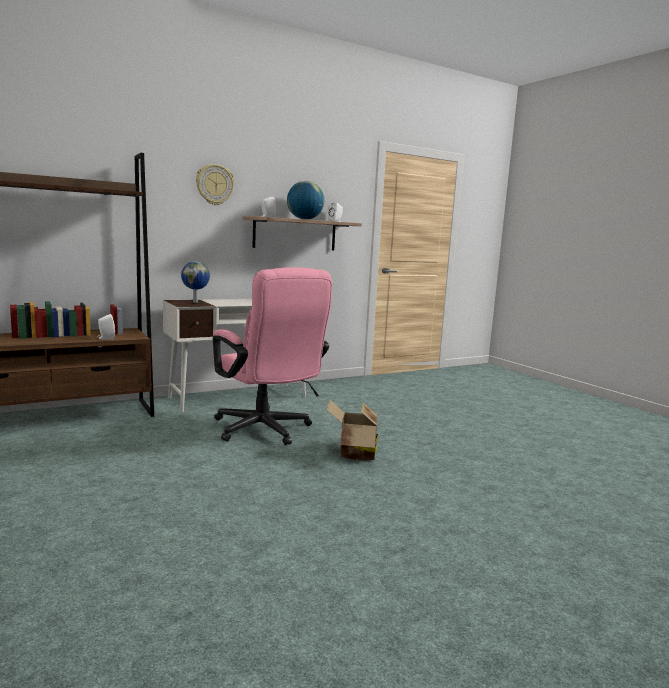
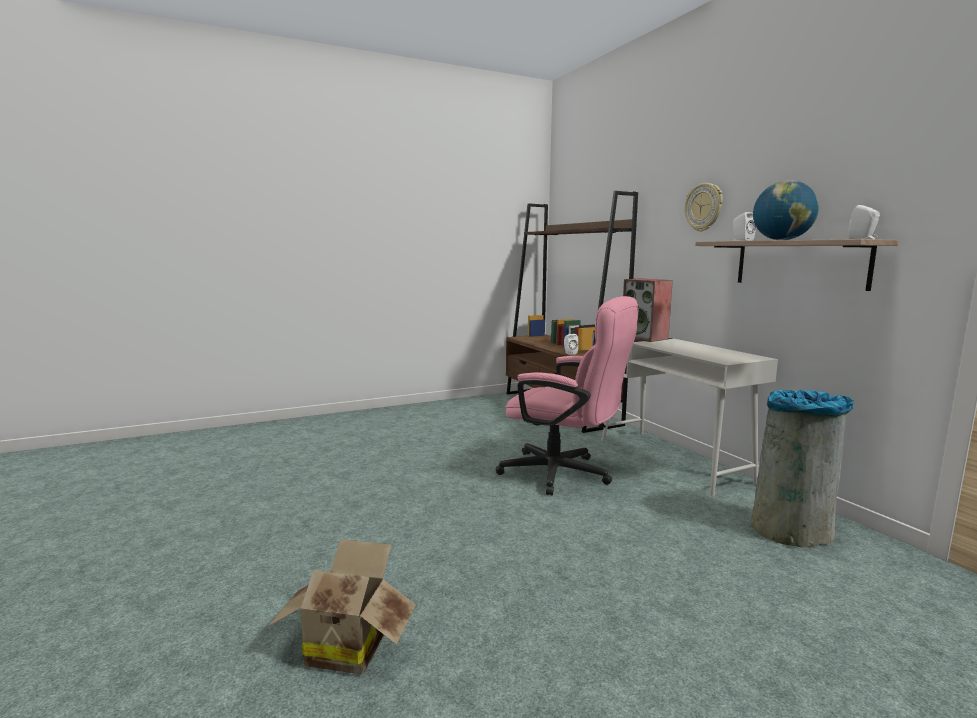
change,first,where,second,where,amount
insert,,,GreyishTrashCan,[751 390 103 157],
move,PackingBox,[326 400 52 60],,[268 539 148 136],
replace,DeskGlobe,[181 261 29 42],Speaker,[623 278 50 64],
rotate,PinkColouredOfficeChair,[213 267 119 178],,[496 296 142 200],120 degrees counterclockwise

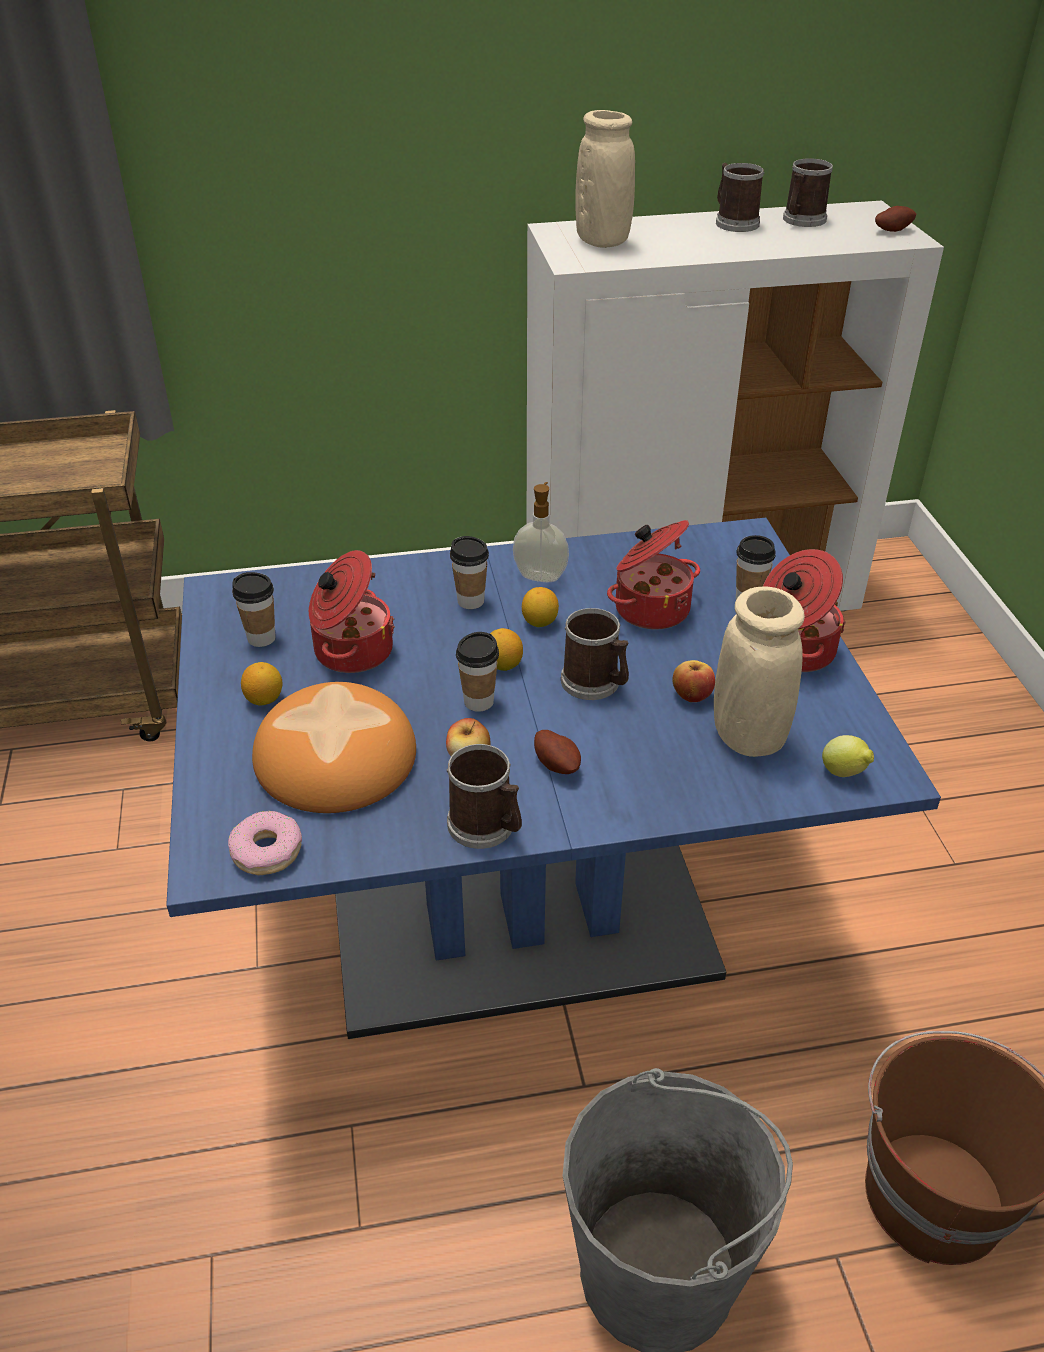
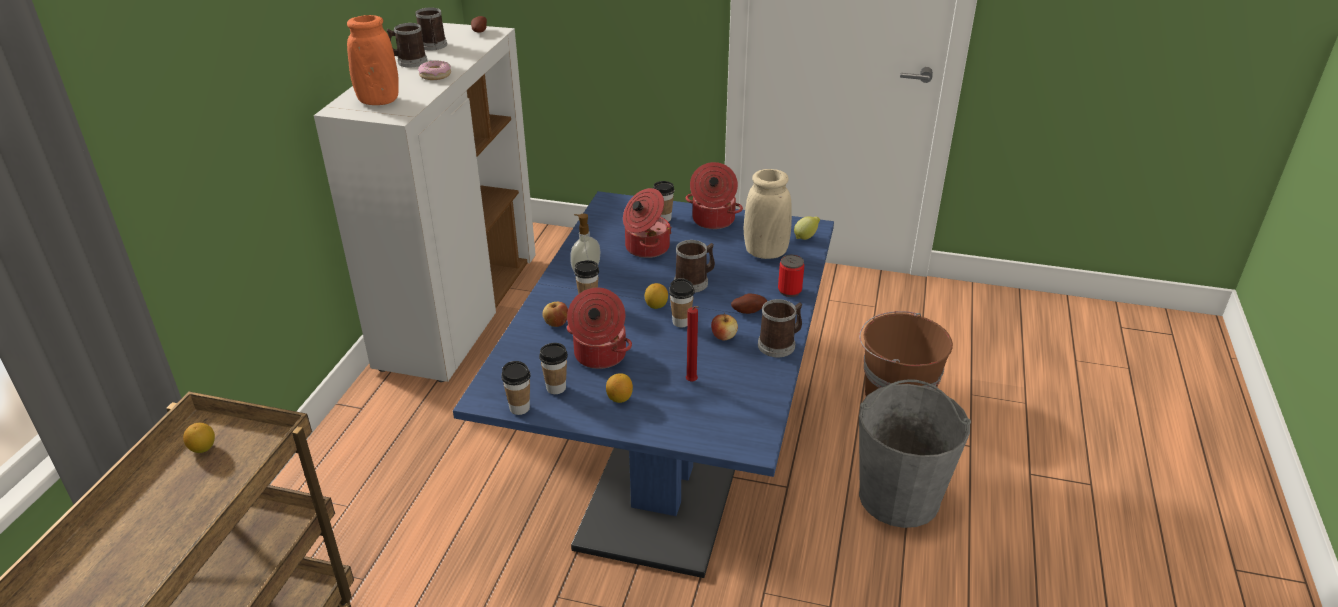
change,first,where,second,where,amount
insert,,,SmallCup,[501 361 30 54],
insert,,,SealedCan,[778 255 26 42],
move,Donut,[228 811 74 64],,[418 60 33 20],
move,CitrusFruit,[522 587 37 40],,[183 423 32 30],
move,Apple,[672 660 43 42],,[542 302 26 25],
replace,Bread,[252 682 164 131],ReddishWaxLight,[686 306 13 76],
recolor,SandColouredDecorativeVase,[575 110 60 138],OrangeColouredDecorativeVase,[347 15 52 90],

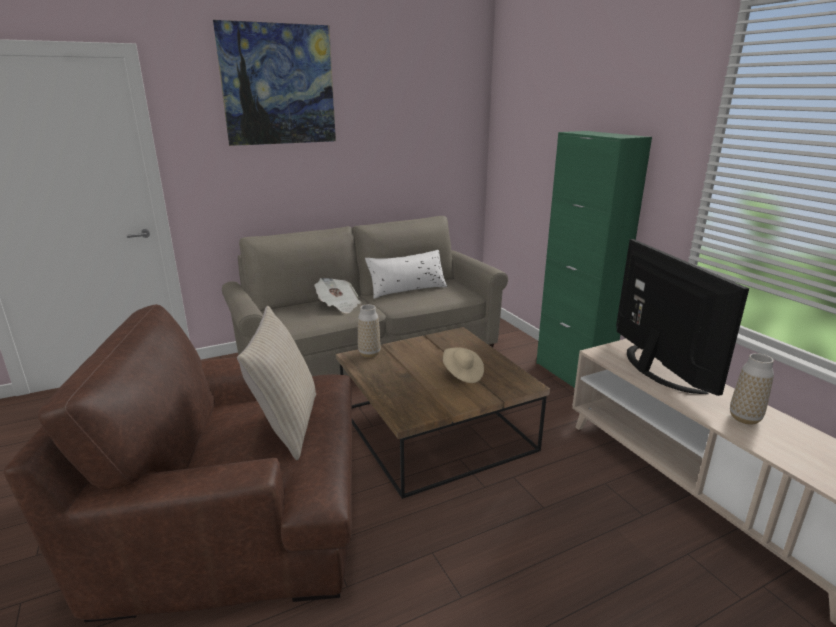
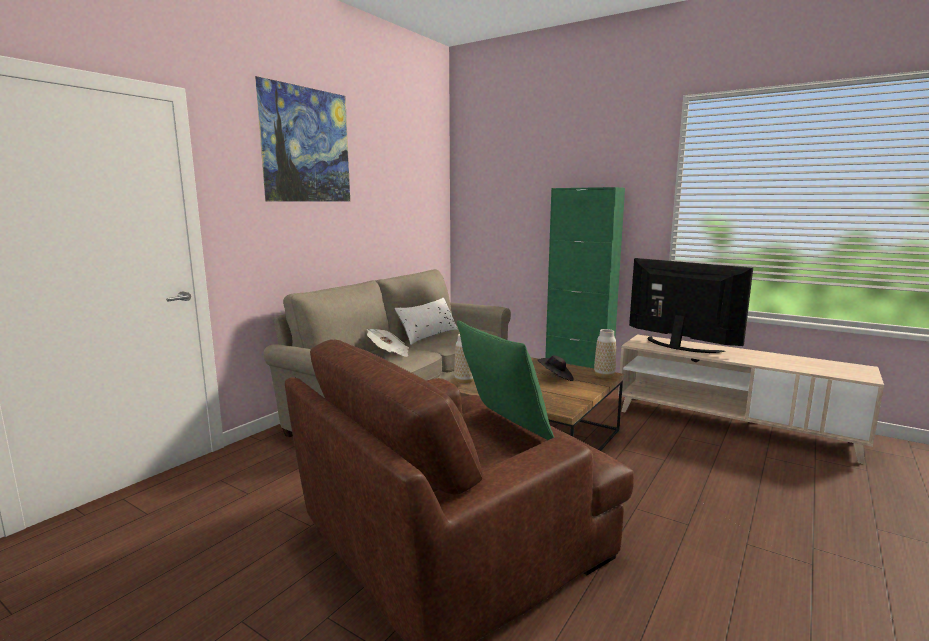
change,first,where,second,where,amount
move,DecorativeVase,[730 353 44 72],,[594 329 22 49],
recolor,SandColouredThrowPillow,[237 306 79 154],GreenThrowPillow,[457 321 97 119],
recolor,SandColouredWearableHat,[443 348 41 35],BlackWearableHat,[538 355 36 26],

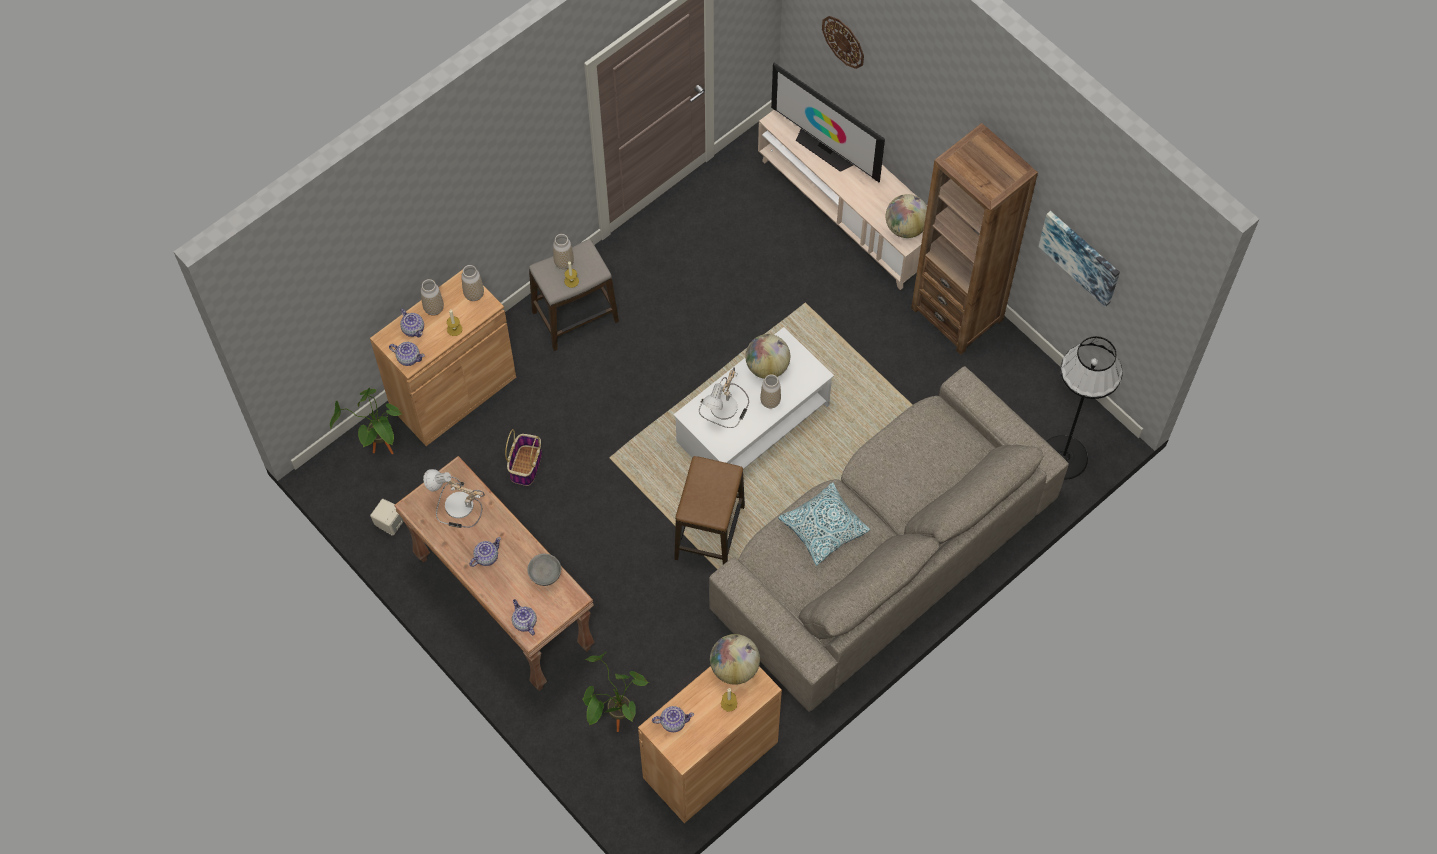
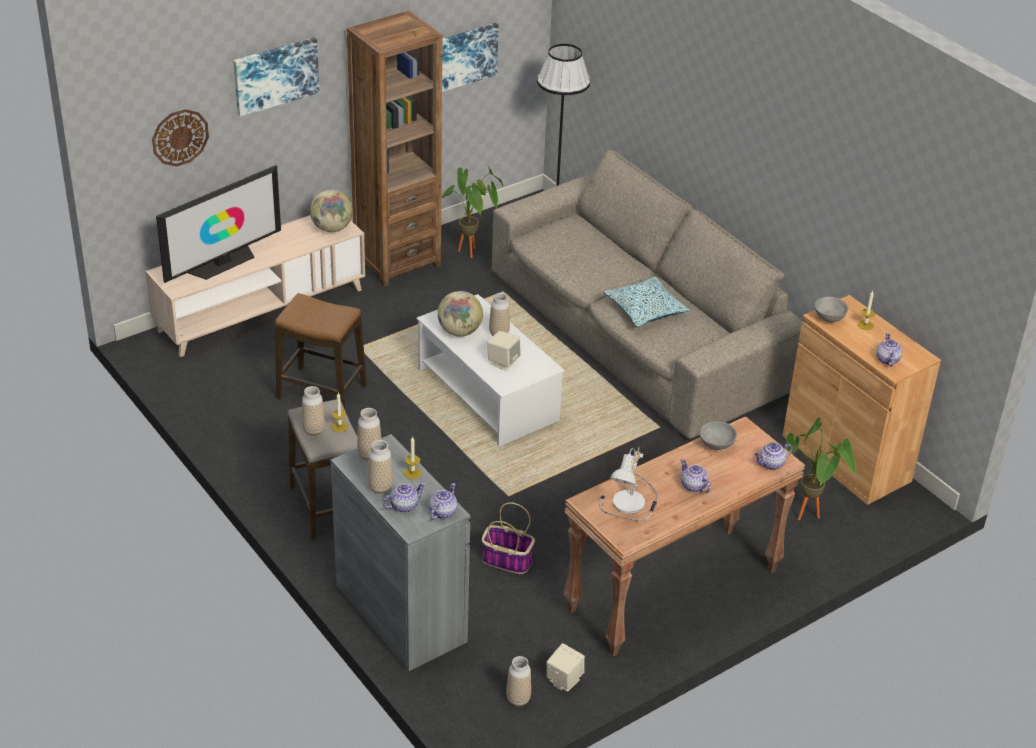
change,first,where,second,where,amount
insert,,,WallArt,[233 37 86 80],
insert,,,DecorativeVase,[506 656 25 50],
move,PlantInAPot,[330 388 72 66],,[441 166 62 92],
move,Stool,[674 456 71 109],,[275 293 92 116],
replace,TabletopLamp,[699 367 50 61],SandColouredSpeaker,[487 331 34 40],
replace,DeskGlobe,[710 634 50 51],GreyishDeepDish,[814 297 34 25],
recolor,BrownColouredCabinet,[370 270 146 176],GreyishCabinet,[331 434 139 237],

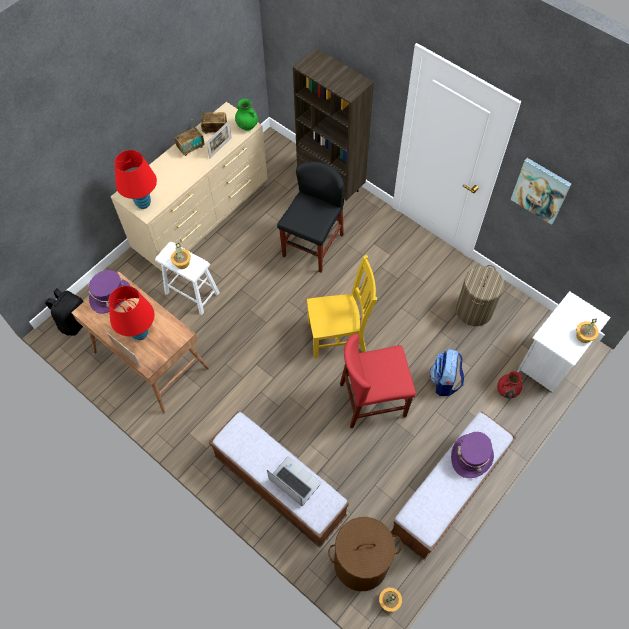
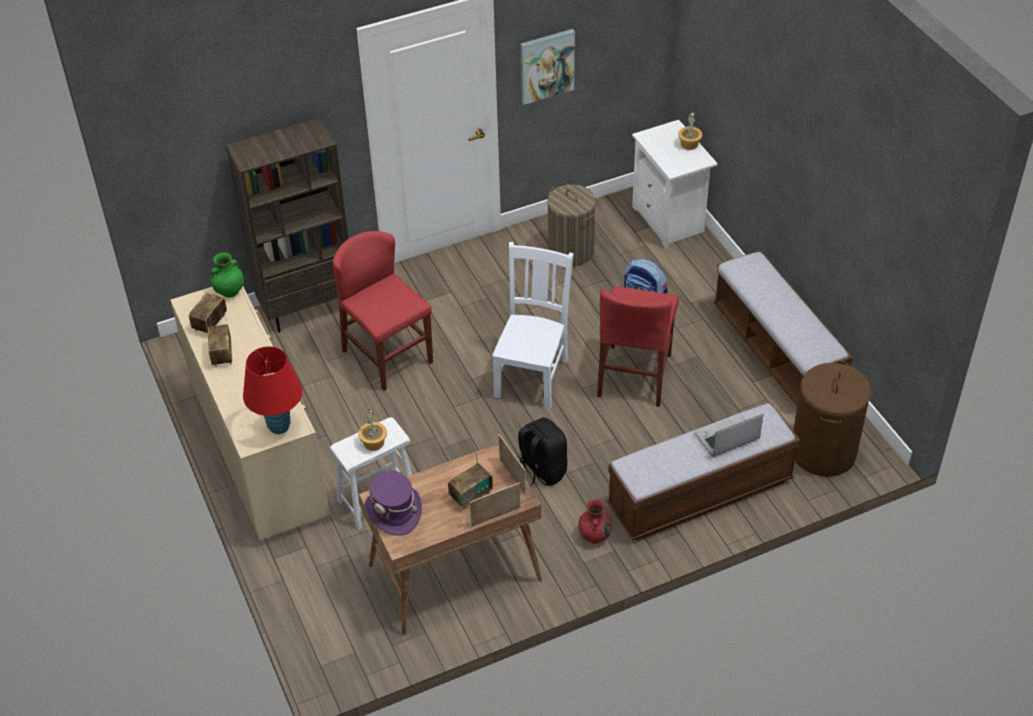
change,first,where,second,where,amount
delete,PlantInAPot,[379 588 23 24],,,
delete,PurplishWearableHat,[451 432 43 46],,,
move,BlackKnapsack,[45 288 39 48],,[518 418 50 69],
move,StandingFrame,[206 121 26 38],,[499 434 27 61],
move,ReddishDecorativeVase,[497 371 25 28],,[578 500 34 44],
replace,ReddishTabletopLamp,[109 286 46 54],RadioSet,[448 452 45 57],
recolor,BlackUprightChair,[277 161 67 111],ReddishUprightChair,[333 231 100 160],
recolor,YellowColouredUprightChair,[307 255 70 104],WhiteColouredUprightChair,[492 242 82 167],

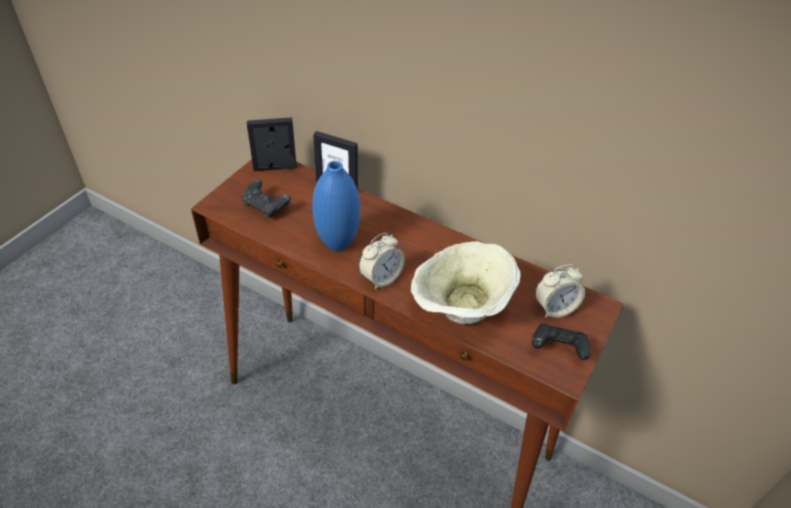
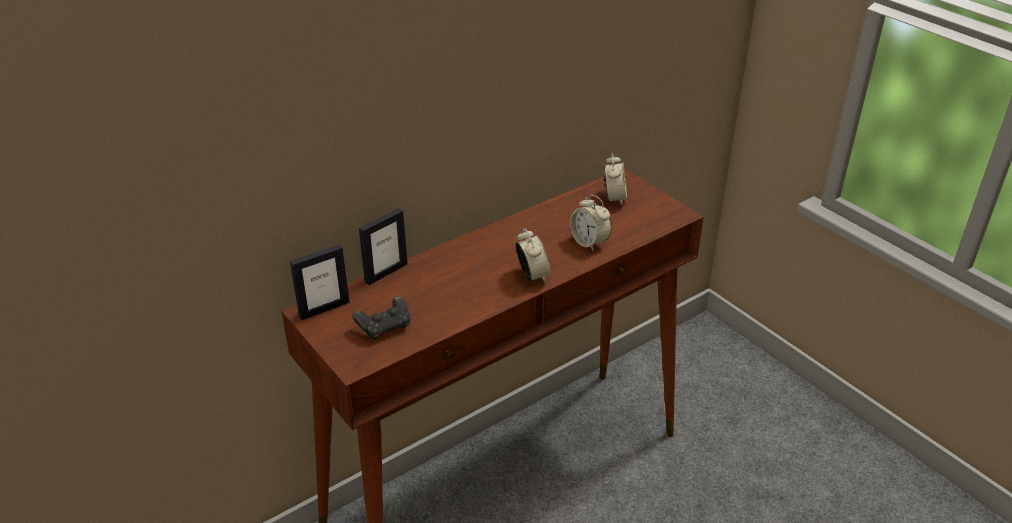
change,first,where,second,where,amount
delete,BluishDecorativeVase,[312 161 48 90],,,
delete,BlackGameController,[532 324 59 36],,,
replace,SandColouredDeepDish,[411 241 109 83],BedsideClock,[570 194 41 57],
rotate,StandingFrame,[247 117 50 54],,[290 245 60 75],135 degrees counterclockwise

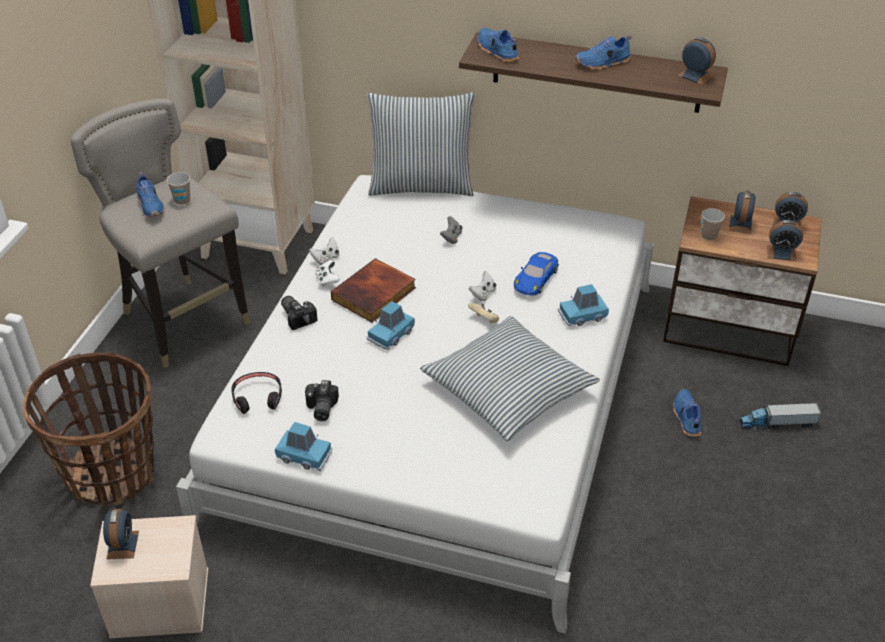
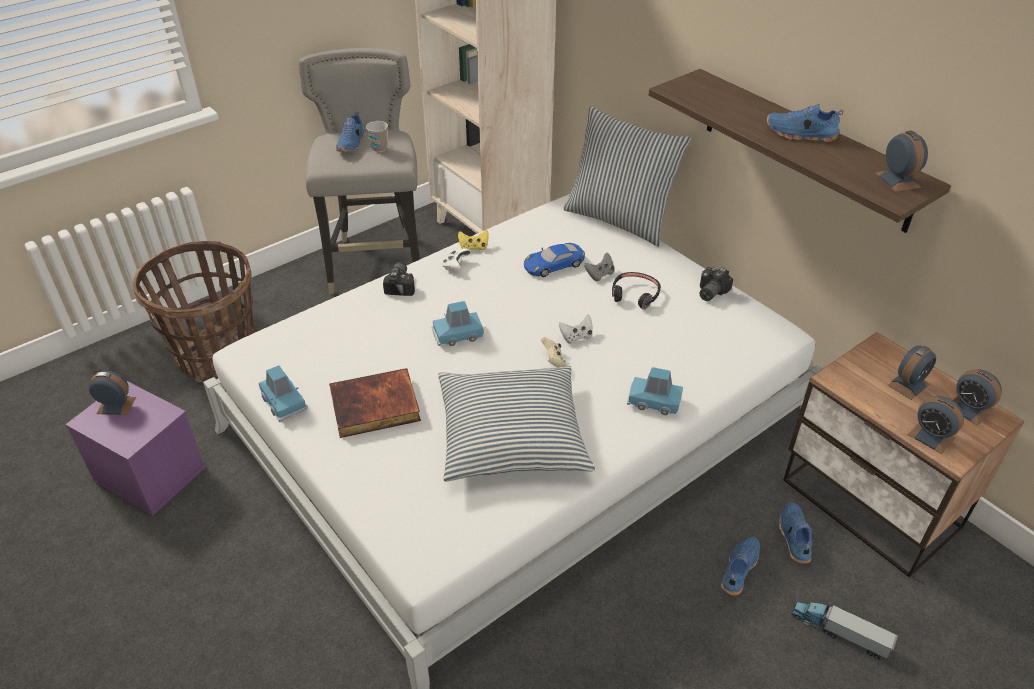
change,first,where,second,where,amount
delete,SmallCup,[701 208 24 33],,,
move,BlackPairOfHeadphones,[231 372 51 42],,[612 272 49 37],
move,PhotoCamera,[305 380 34 41],,[700 267 33 34],
move,Book,[331 258 85 64],,[329 368 92 70],
move,BluishItemOfFootwear,[478 28 41 34],,[779 503 33 61],
move,BluishToyCar,[514 252 45 44],,[524 243 61 34],
recolor,SandColouredStorageBox,[90 515 118 123],PurplishStorageBox,[65 381 141 134],
recolor,WhiteColouredGameController,[309 237 30 28],YellowColouredGameController,[458 229 31 22],
rotate,BedsideClock,[103 509 36 50],,[89 371 47 44],120 degrees counterclockwise

